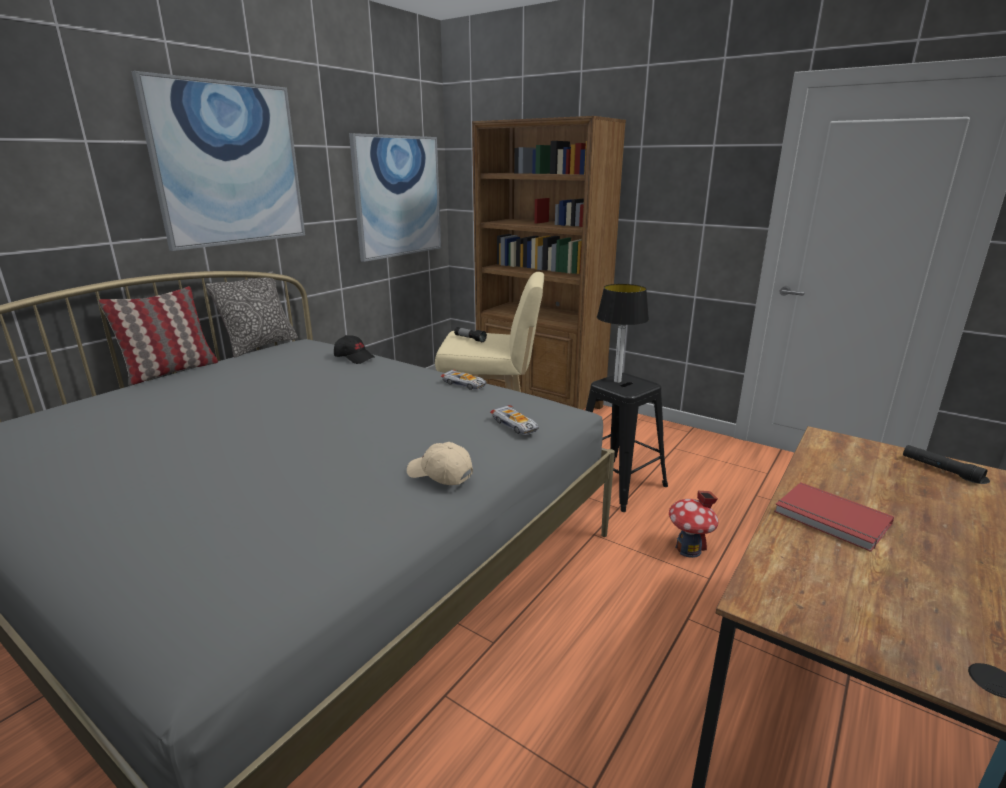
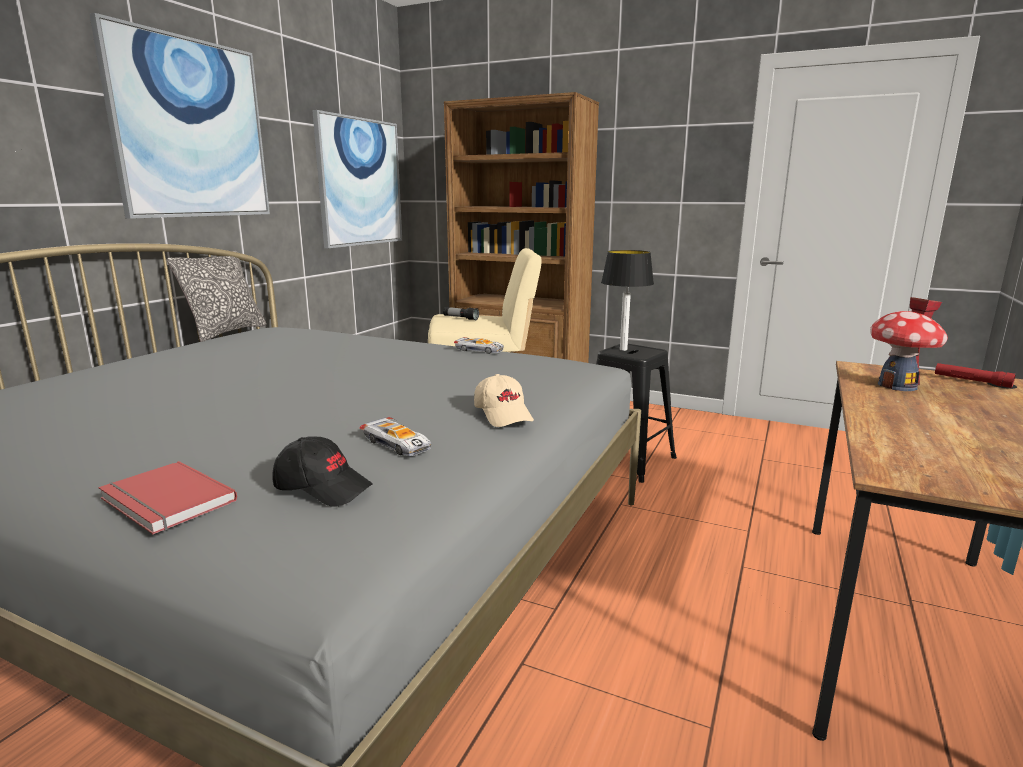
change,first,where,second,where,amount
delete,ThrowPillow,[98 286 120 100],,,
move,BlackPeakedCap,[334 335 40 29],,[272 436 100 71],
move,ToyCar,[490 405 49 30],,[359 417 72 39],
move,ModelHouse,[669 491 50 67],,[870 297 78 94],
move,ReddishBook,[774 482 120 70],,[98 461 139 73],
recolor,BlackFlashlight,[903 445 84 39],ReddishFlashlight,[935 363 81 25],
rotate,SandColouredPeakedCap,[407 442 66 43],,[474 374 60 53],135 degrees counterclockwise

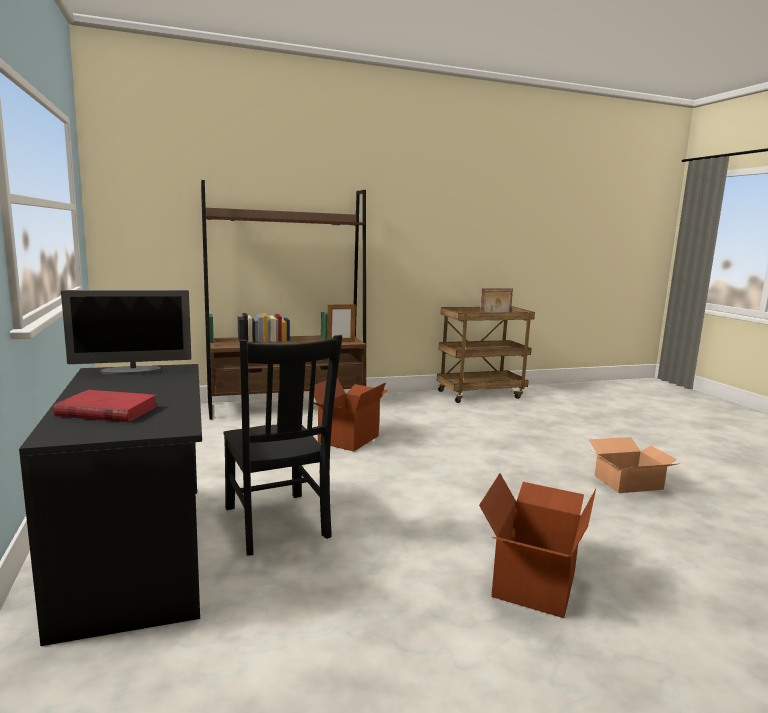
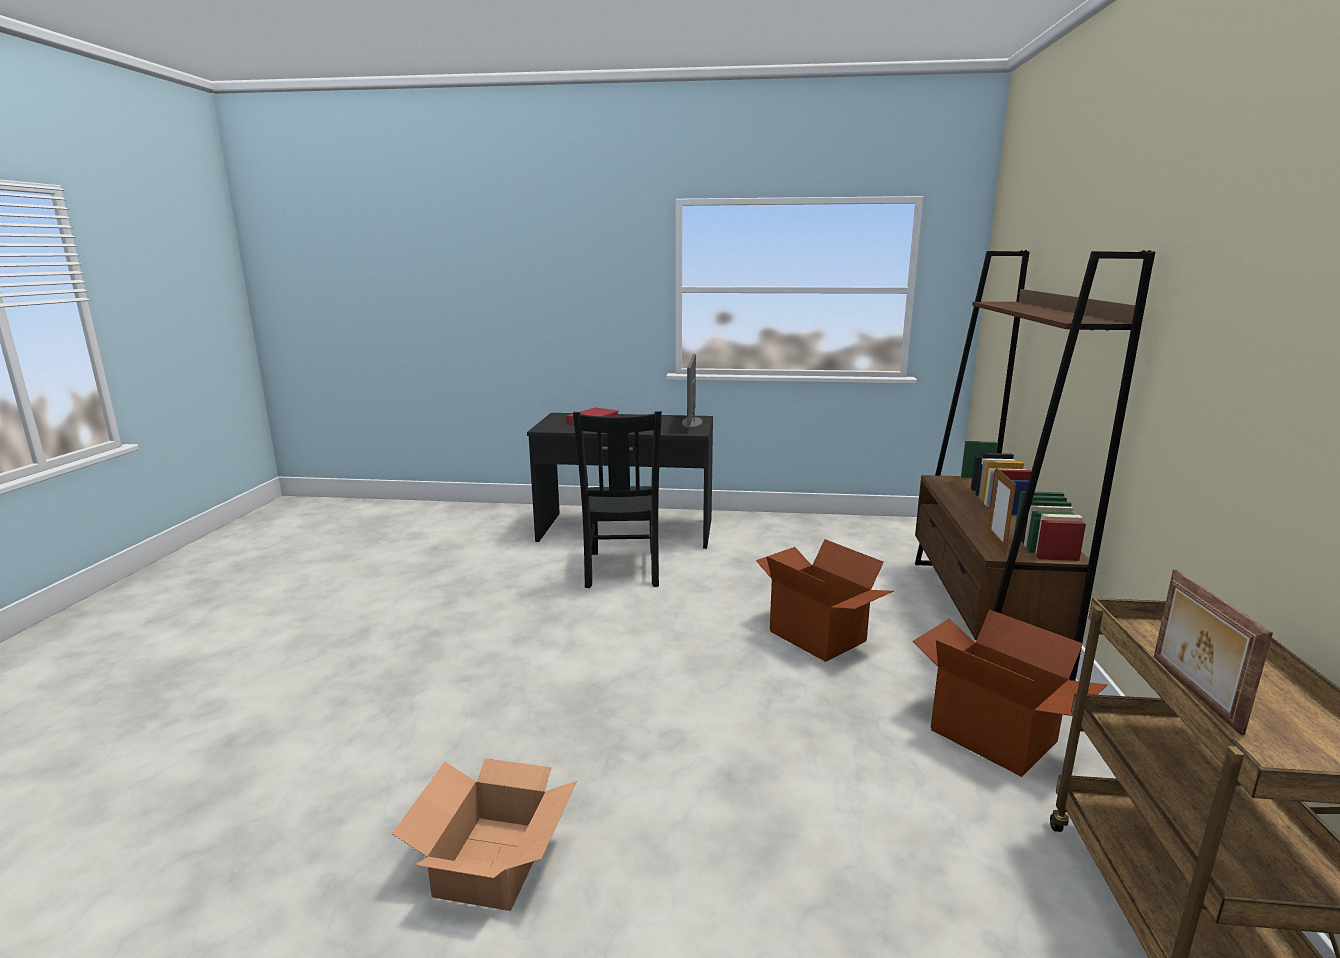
change,first,where,second,where,amount
move,PackingBox,[479 473 117 145],,[912 609 195 168],
rotate,BlackUprightChair,[223 335 119 221],,[573 411 89 177],90 degrees counterclockwise

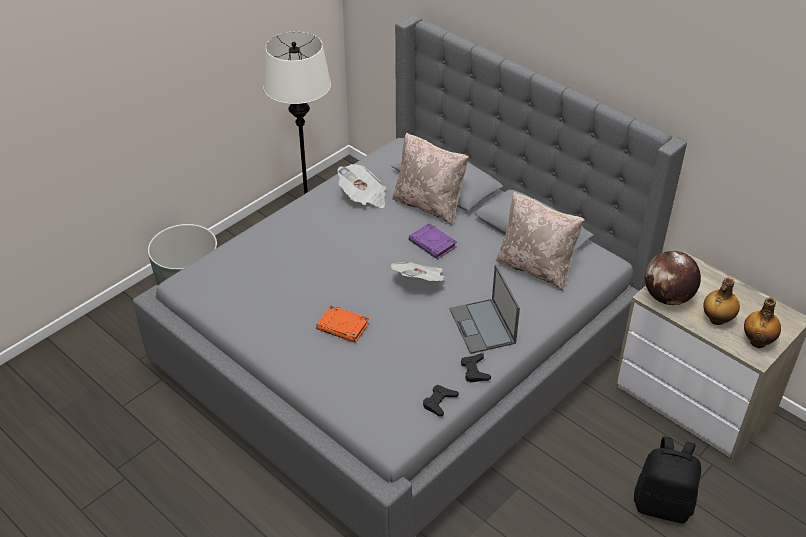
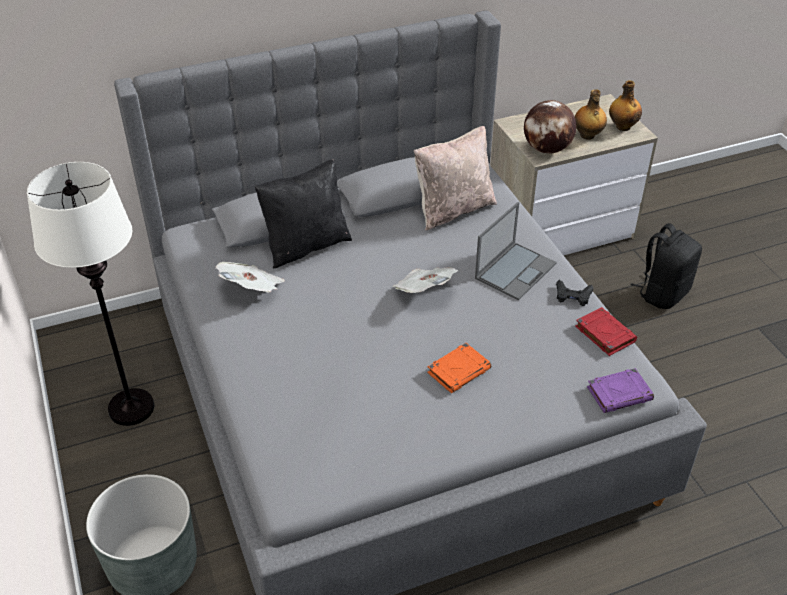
change,first,where,second,where,amount
move,PurplishBook,[409 223 48 36],,[587 368 67 45],
replace,BlackGameController,[423 385 36 32],ReddishBook,[575 307 62 49],
recolor,SandColouredThrowPillow,[392 132 77 93],BlackThrowPillow,[255 159 97 109],
rotate,Laptop,[449 264 71 90],,[475 202 82 98],60 degrees counterclockwise

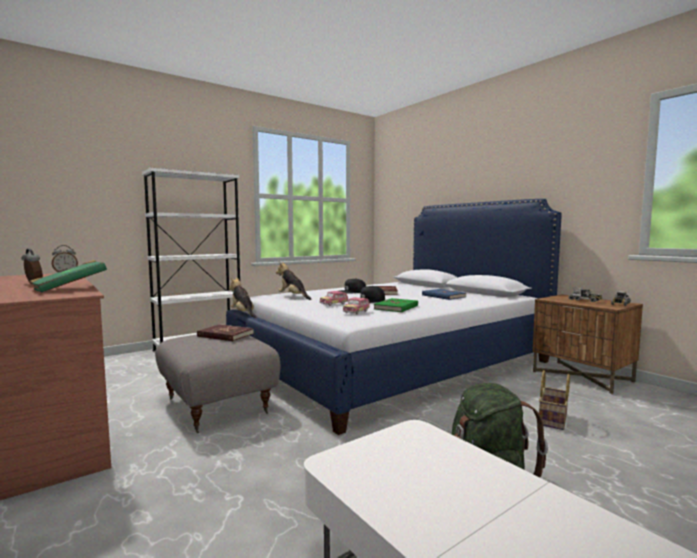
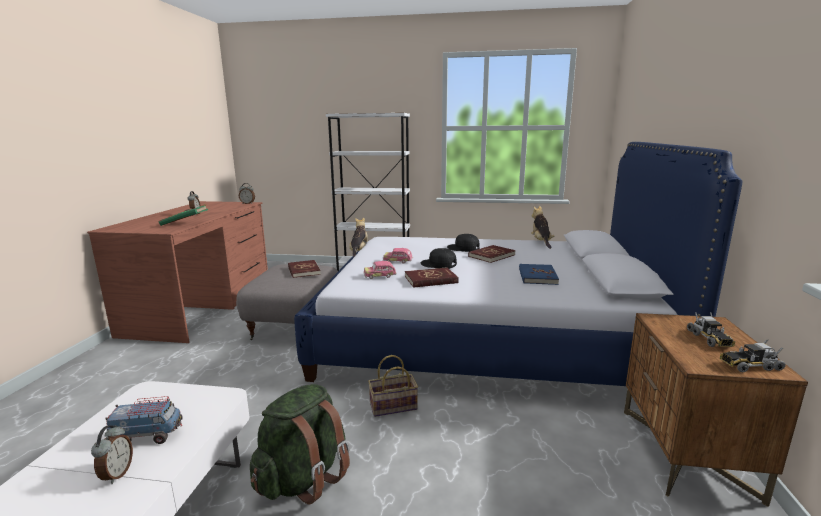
change,first,where,second,where,amount
insert,,,BedsideClock,[91 425 42 59],
insert,,,ToyTruck,[105 396 78 48],
move,PlushToy,[276 262 35 38],,[531 206 23 43],
move,HouseholdBasket,[539 370 31 60],,[368 355 50 62],
recolor,GreenBook,[374 298 44 14],ReddishBook,[405 267 54 21],

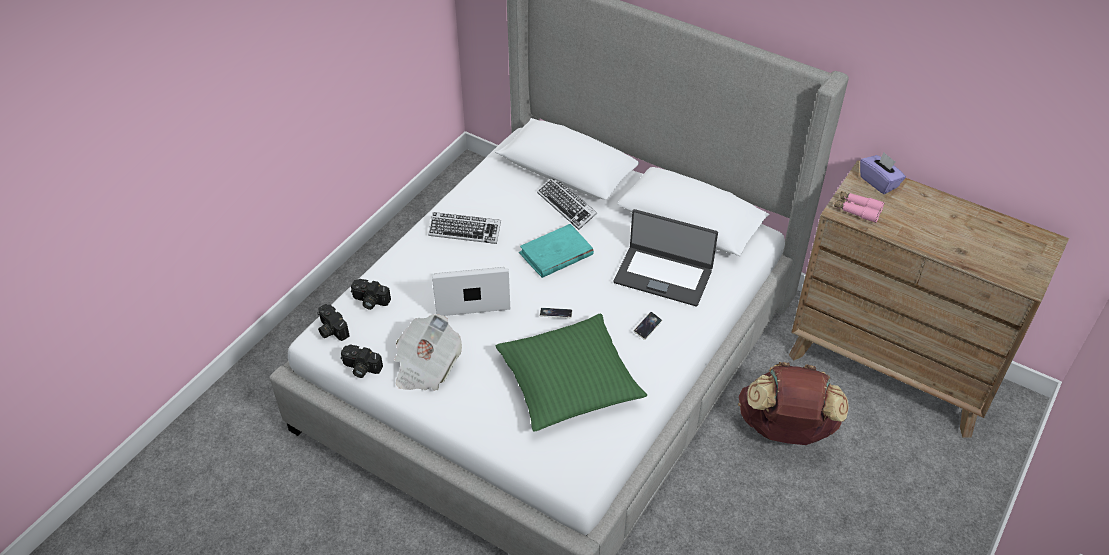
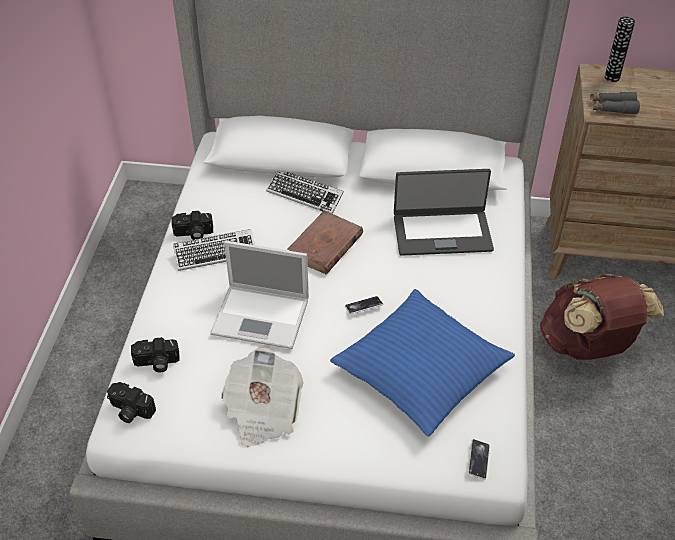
change,first,where,second,where,amount
move,PhotoCamera,[341 345 42 33],,[172 211 41 29],
move,Phone,[633 312 29 28],,[468 439 22 40],
replace,PurplishTissueBox,[860 152 46 42],DecorativeVase,[605 17 30 65],
recolor,GreenThrowPillow,[496 313 151 119],BluishThrowPillow,[330 289 185 147],
recolor,TurquoiseColouredBook,[519 224 75 54],BrownColouredBook,[287 210 76 64],
recolor,PinkColouredBinoculars,[834 191 50 32],GreyishBinoculars,[590 92 50 22],
rotate,Laptop,[432 267 78 49],,[210 241 99 108],135 degrees counterclockwise

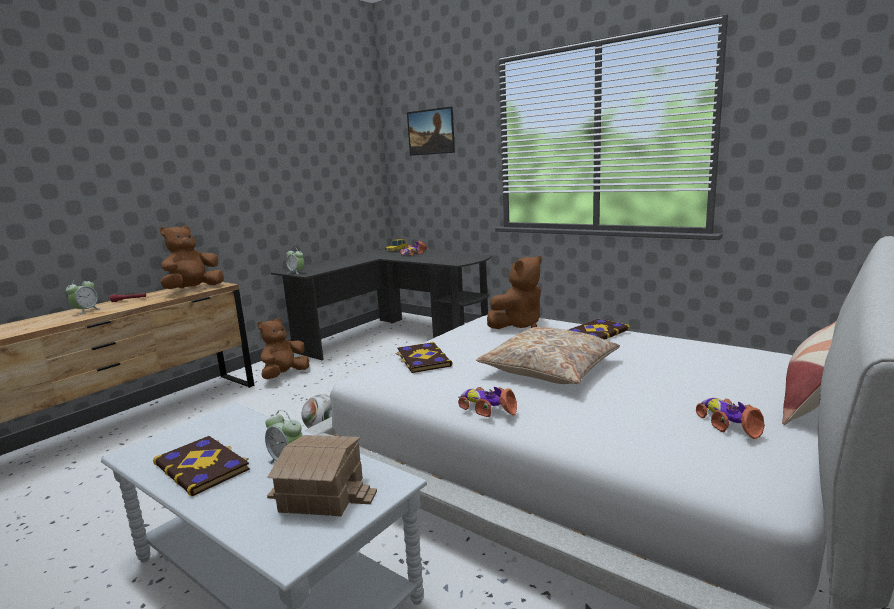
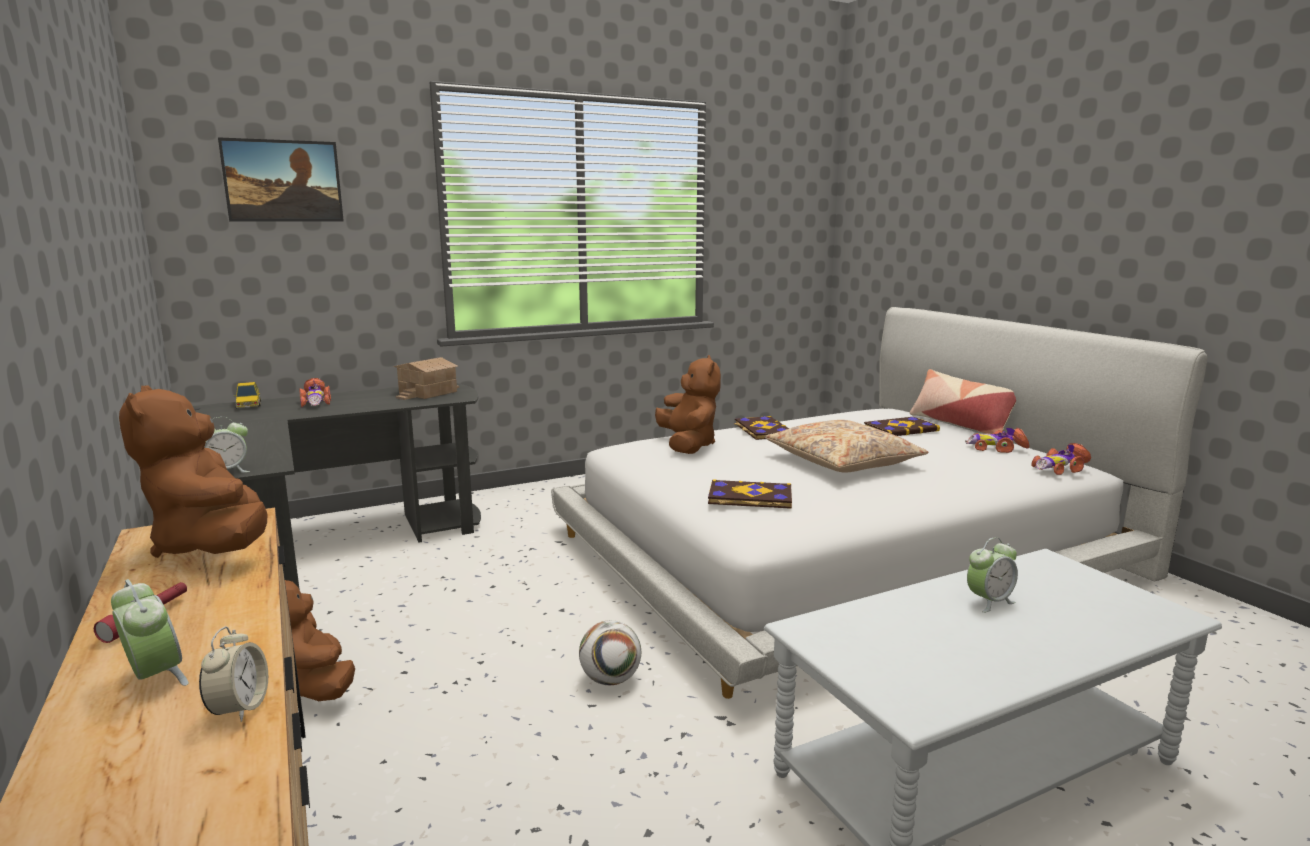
change,first,where,second,where,amount
insert,,,BedsideClock,[199 626 69 96],
move,Book,[153 436 97 60],,[864 417 76 19],
move,ModelHouse,[267 435 110 81],,[393 357 66 43],
move,ToyCar,[458 387 59 30],,[1031 443 60 32],

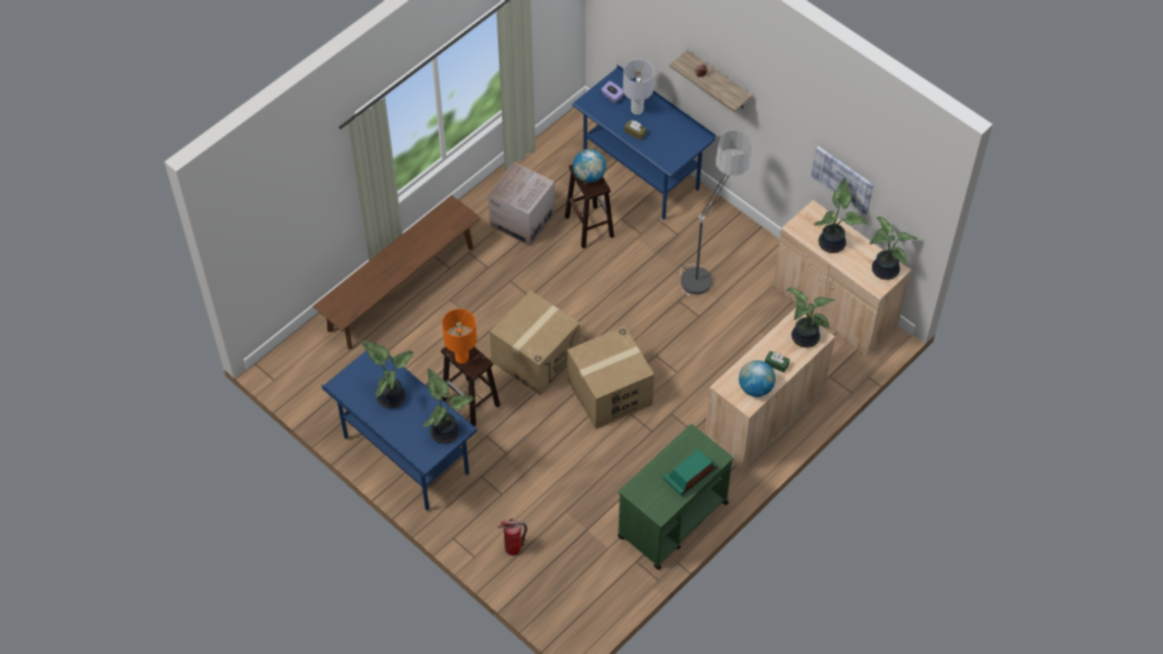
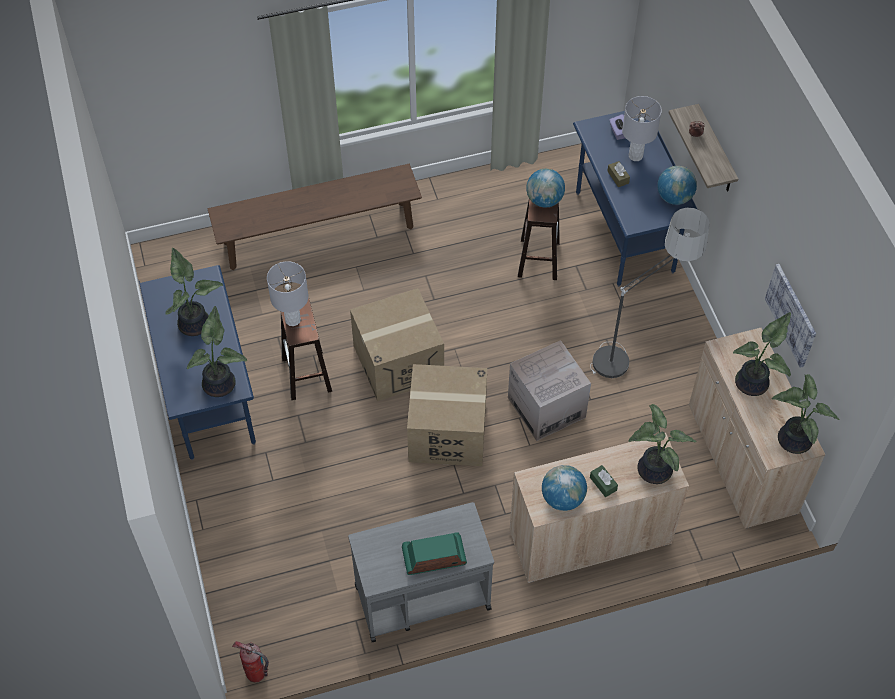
change,first,where,second,where,amount
insert,,,DeskGlobe,[657 166 40 39],
move,PackingBox,[488 162 67 84],,[508 340 83 101],
move,Extinguisher,[498 518 29 38],,[232 641 37 42],
recolor,OrangeColouredTabletopLamp,[442 309 35 55],GreyishTabletopLamp,[267 261 42 65],
recolor,GreenTrolley,[618 424 115 146],GreyishTrolley,[348 502 146 140],

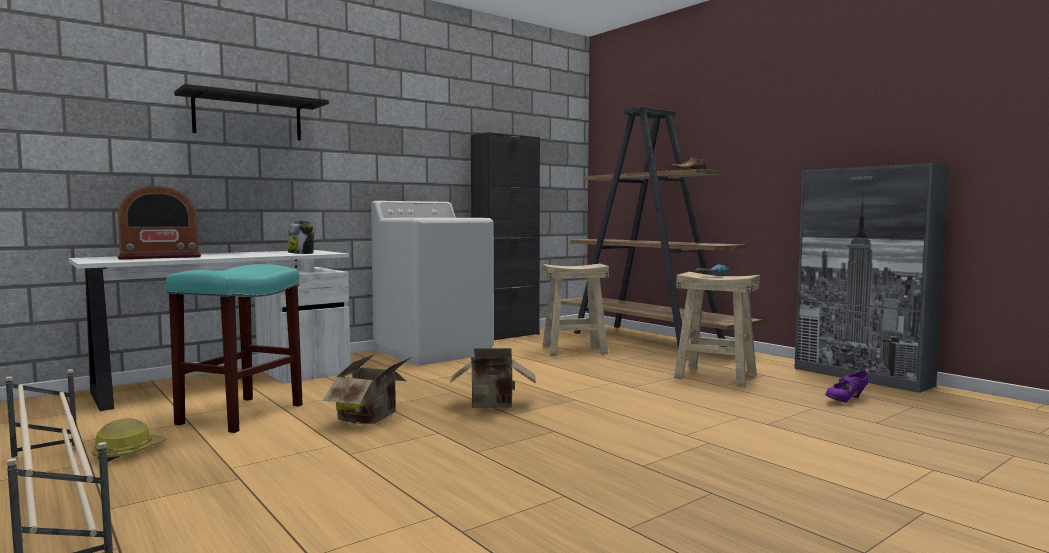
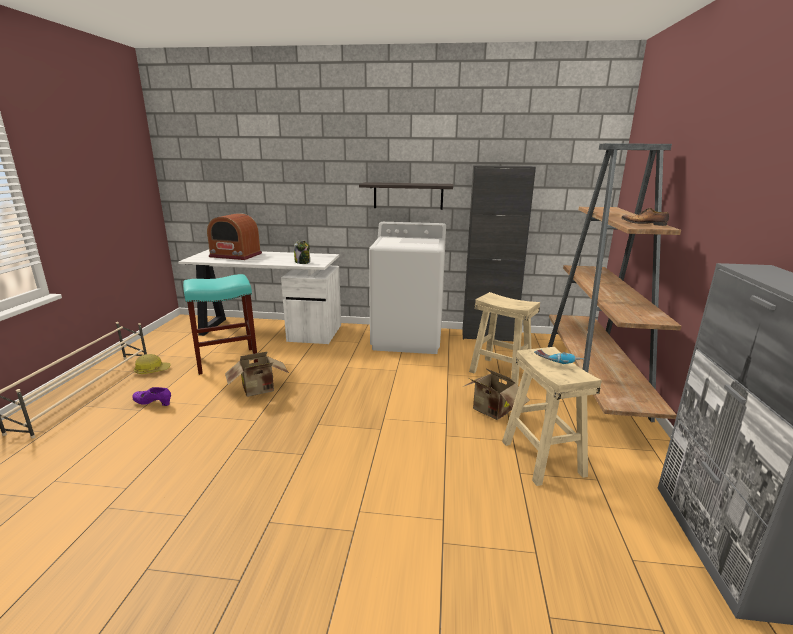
change,first,where,second,where,amount
move,WallShelf,[174 84 155 57],,[359 182 94 28],
move,PackingBox,[449 348 87 60],,[463 368 67 52],
move,PurplishItemOfFootwear,[825 371 43 31],,[132 387 39 19],

